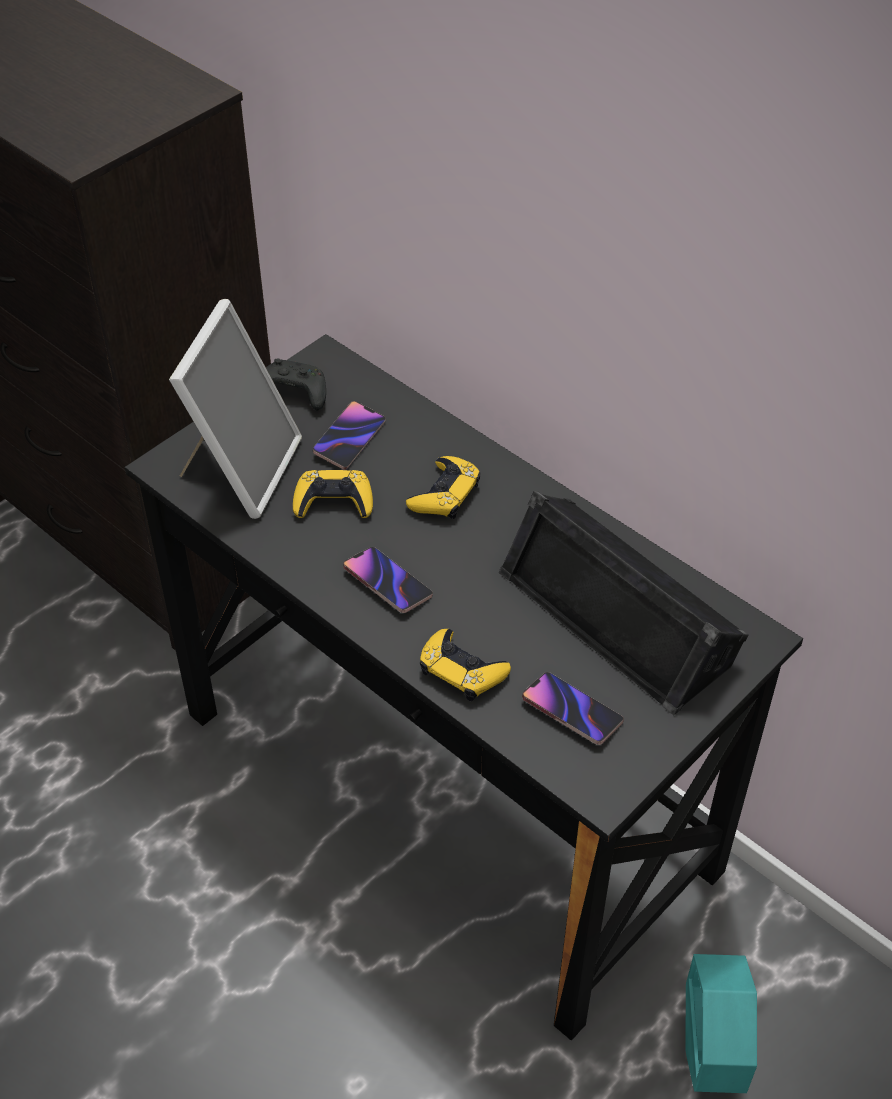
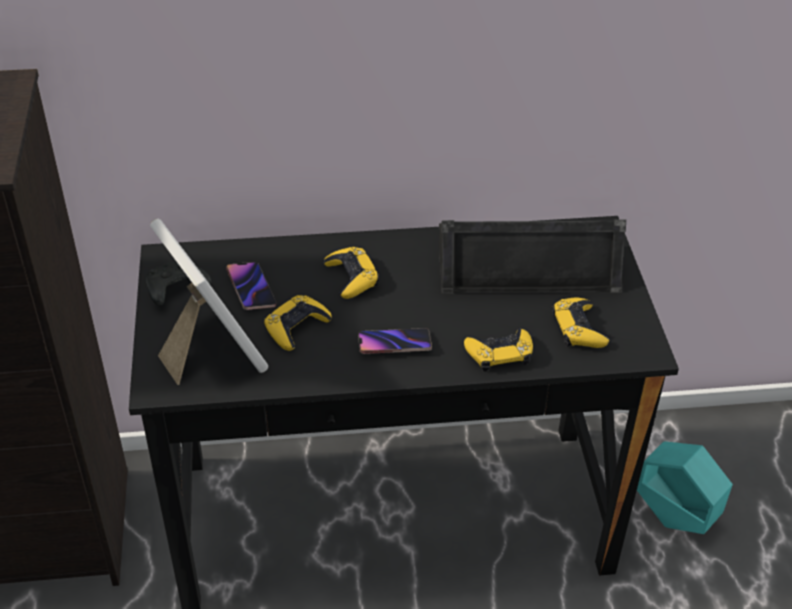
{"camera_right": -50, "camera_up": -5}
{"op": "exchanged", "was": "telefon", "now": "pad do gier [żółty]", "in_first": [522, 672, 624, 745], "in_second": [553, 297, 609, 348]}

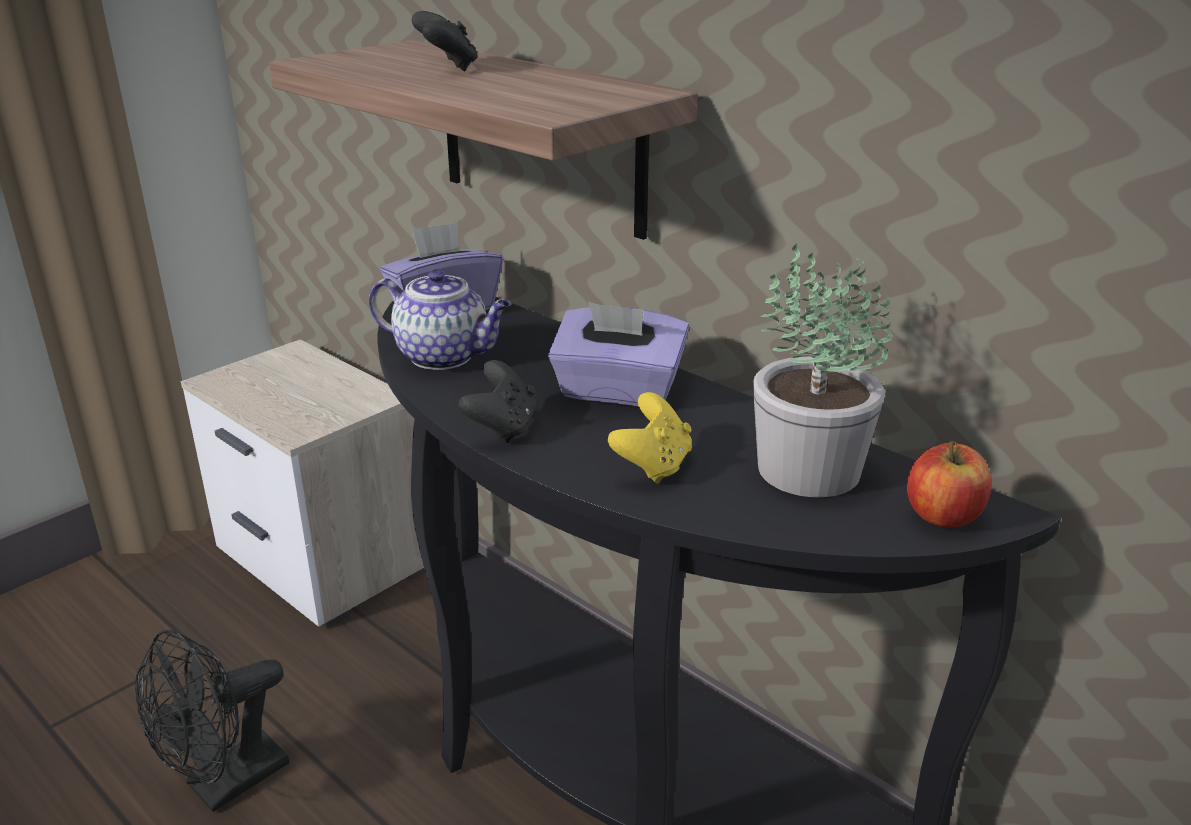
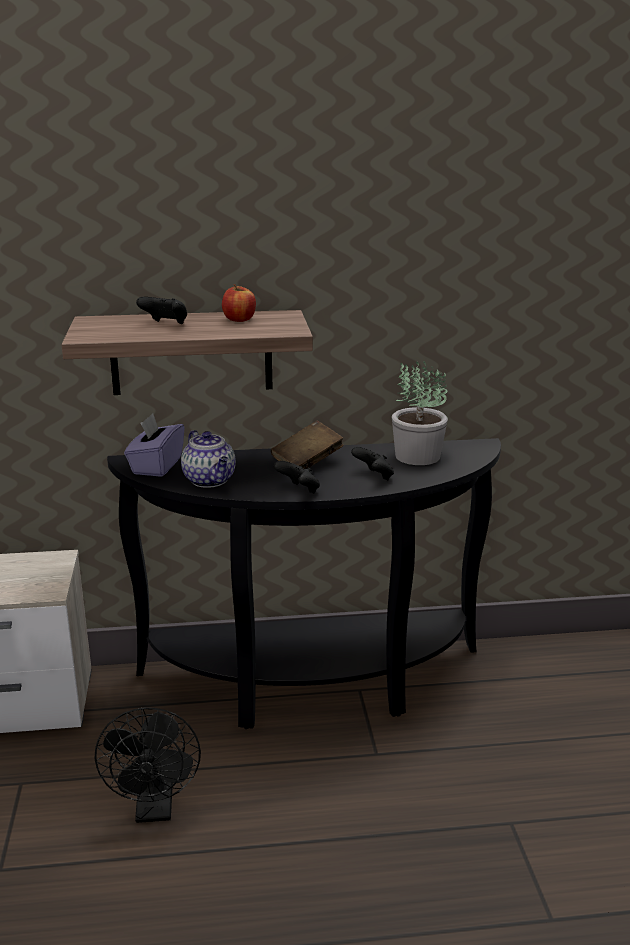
{"camera_right": -50, "camera_up": -5}
{"op": "relocated", "was": "jabłko", "in_first": [907, 441, 991, 527], "in_second": [222, 284, 256, 322]}
{"op": "exchanged", "was": "pudełko chusteczek [fioletowy]", "now": "książka [brązowy]", "in_first": [548, 302, 689, 406], "in_second": [271, 421, 344, 469]}
{"op": "colour", "was": "pad do gier [żółty]", "now": "pad do gier [czarny]", "in_first": [608, 392, 692, 483], "in_second": [351, 447, 394, 480]}
{"op": "spun", "was": "imbryk", "in_first": [369, 269, 511, 370], "in_second": [181, 430, 236, 488], "clockwise": 90}

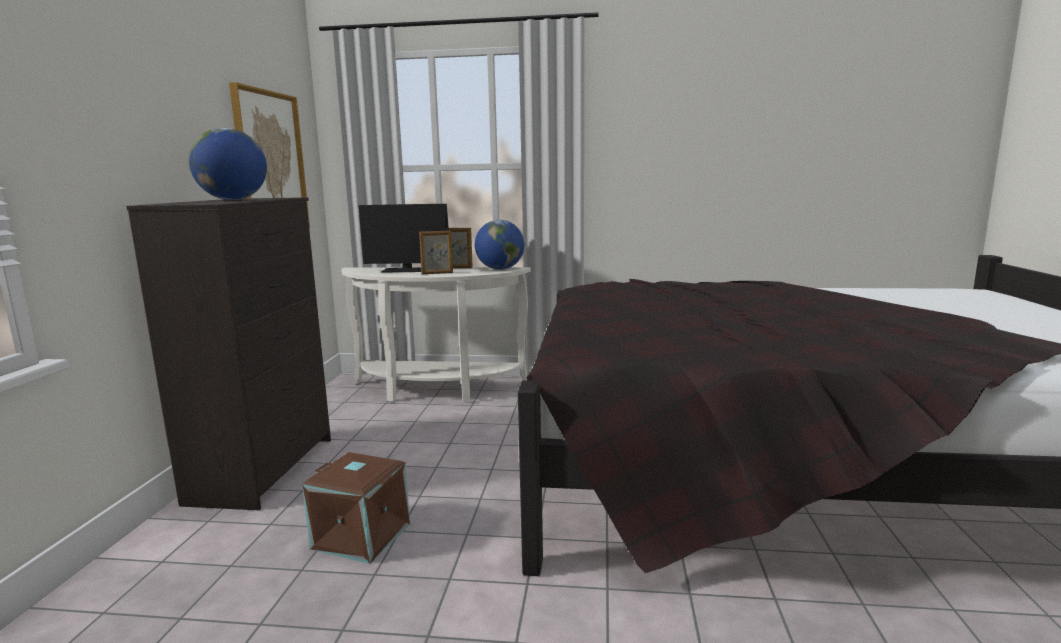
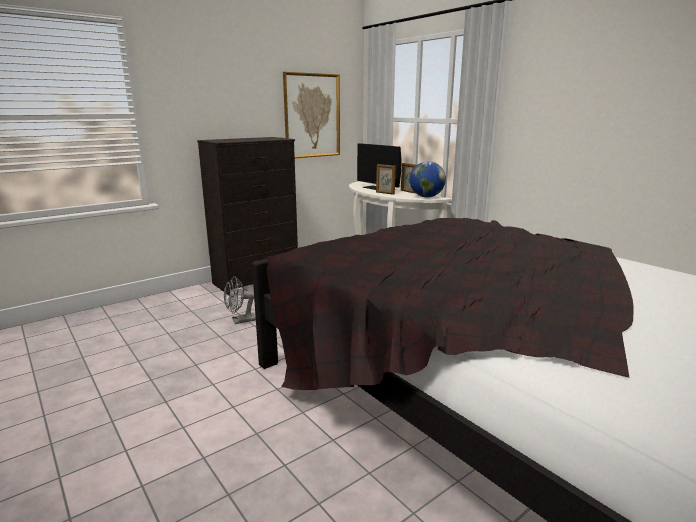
{"camera_right": 45, "camera_up": 5}
{"op": "missing", "was": "globus", "in_first": [189, 128, 267, 200]}
{"op": "exchanged", "was": "pojemnik do przechowywania [brązowy]", "now": "wentylator [szary]", "in_first": [302, 452, 410, 564], "in_second": [224, 276, 256, 324]}

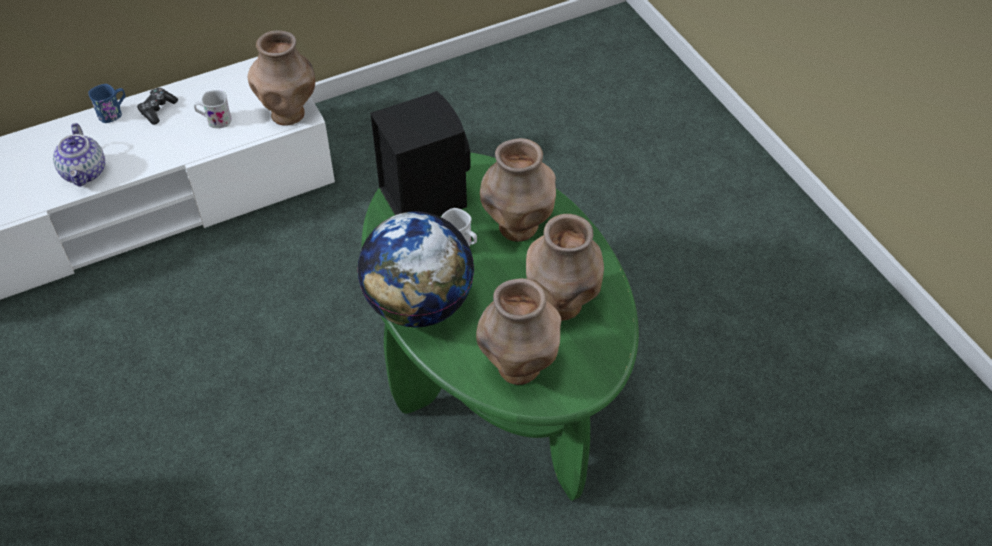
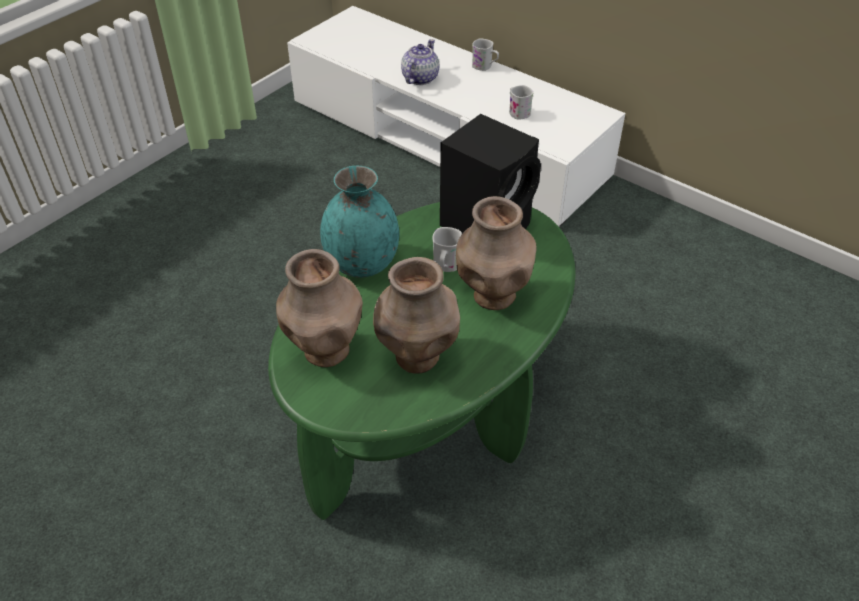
{"camera_right": 65, "camera_up": -5}
{"op": "missing", "was": "pad do gier", "in_first": [137, 88, 178, 125]}
{"op": "missing", "was": "wazon [brązowy]", "in_first": [247, 30, 315, 126]}
{"op": "exchanged", "was": "globus", "now": "wazon [turkusowy]", "in_first": [358, 211, 474, 327], "in_second": [320, 166, 399, 278]}
{"op": "colour", "was": "kubek [niebieski]", "now": "kubek [biały]", "in_first": [88, 84, 126, 123], "in_second": [472, 38, 499, 71]}
{"op": "spun", "was": "imbryk", "in_first": [53, 123, 105, 187], "in_second": [401, 39, 439, 85], "clockwise": 150}

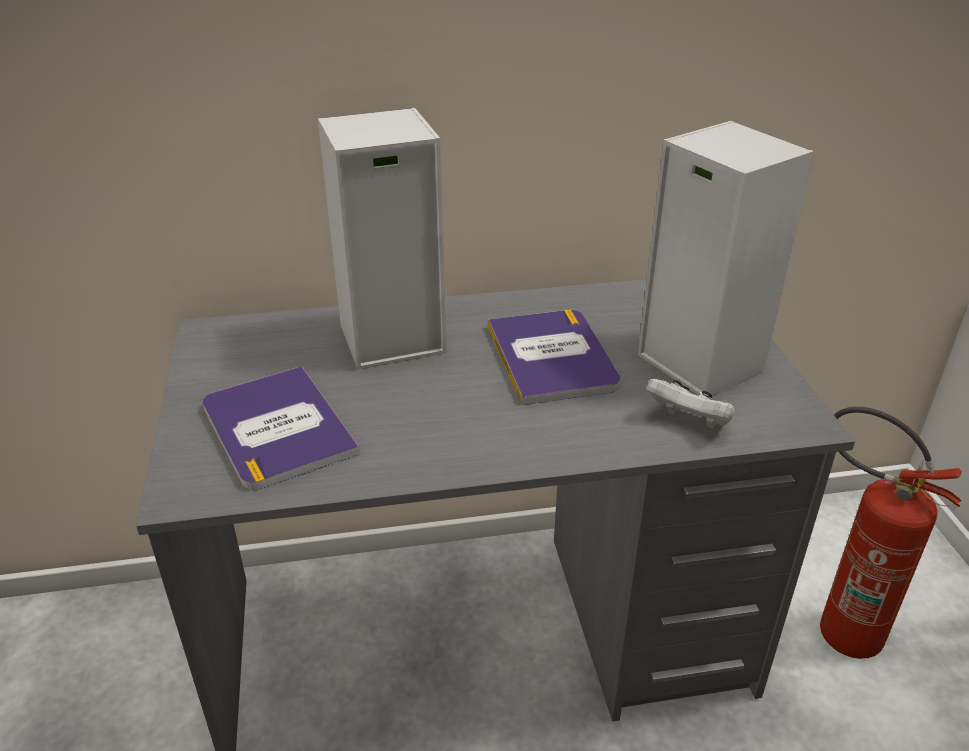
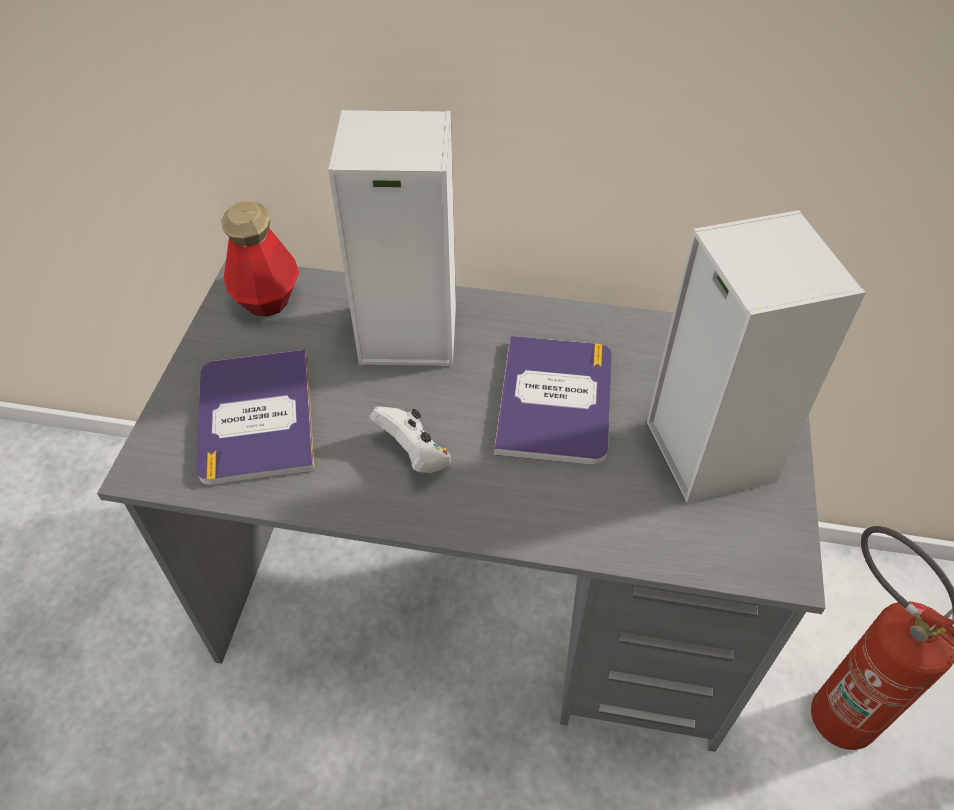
{"camera_right": 20, "camera_up": 15}
{"op": "appeared", "now": "butelka", "in_second": [221, 201, 299, 317]}
{"op": "relocated", "was": "pad do gier [biały]", "in_first": [647, 379, 734, 428], "in_second": [370, 406, 451, 473]}

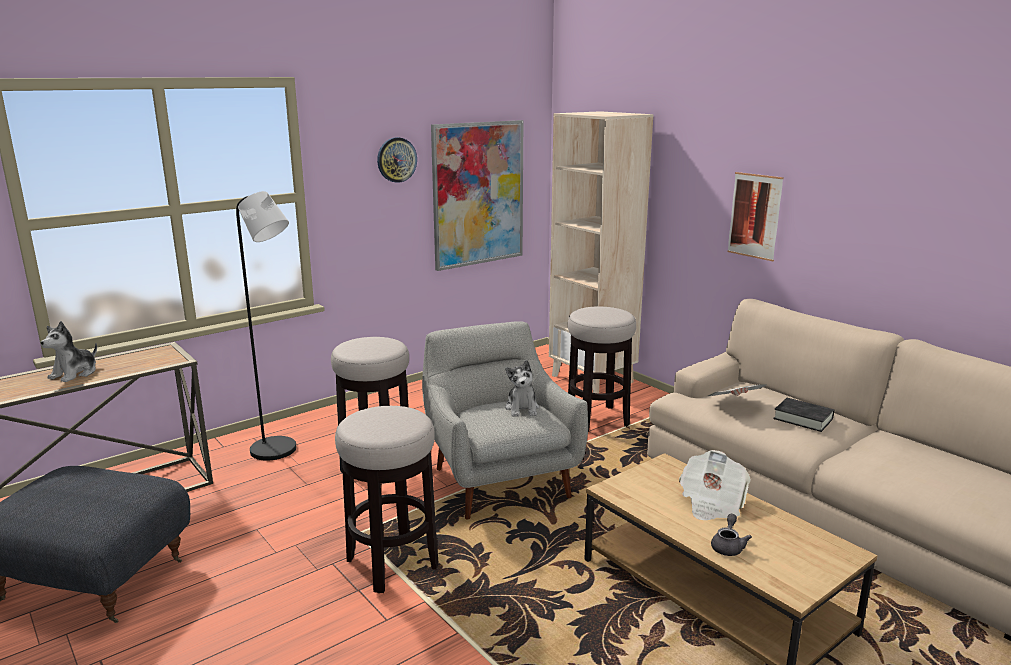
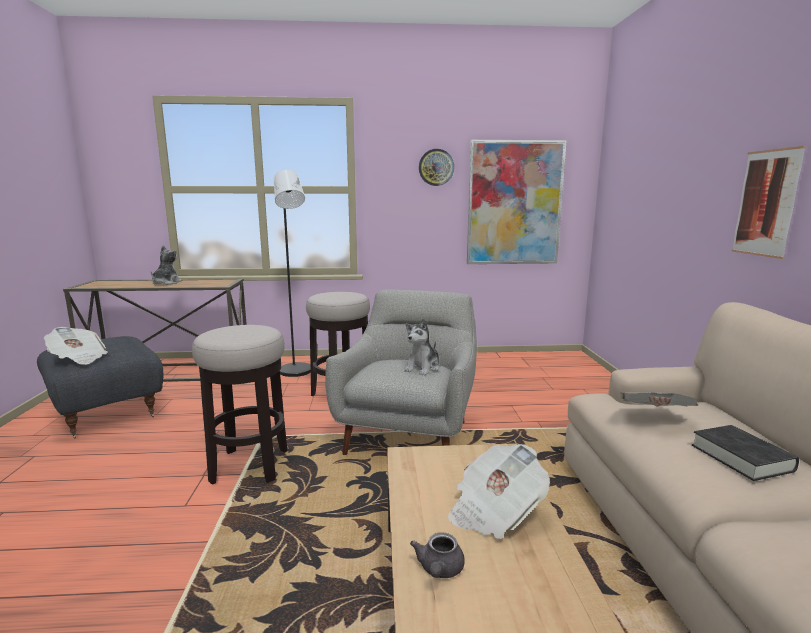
{"camera_right": 35, "camera_up": -5}
{"op": "missing", "was": "regał [beżowy]", "in_first": [549, 111, 653, 393]}
{"op": "missing", "was": "stołek", "in_first": [568, 306, 636, 432]}
{"op": "appeared", "now": "gazeta", "in_second": [44, 327, 108, 365]}
{"op": "spun", "was": "pluszak", "in_first": [40, 321, 97, 382], "in_second": [151, 245, 182, 285], "clockwise": 135}
{"op": "spun", "was": "imbryk [szary]", "in_first": [711, 514, 752, 556], "in_second": [410, 532, 465, 578], "clockwise": 135}

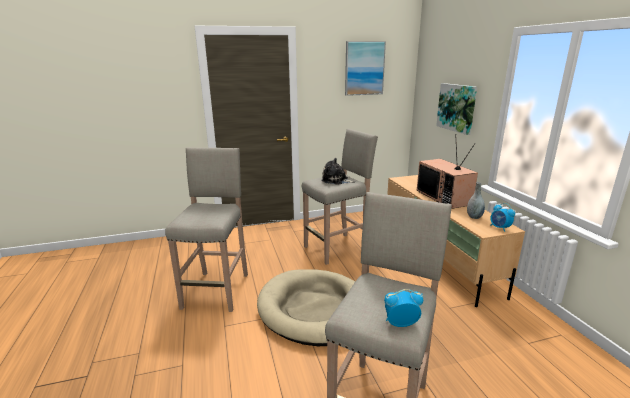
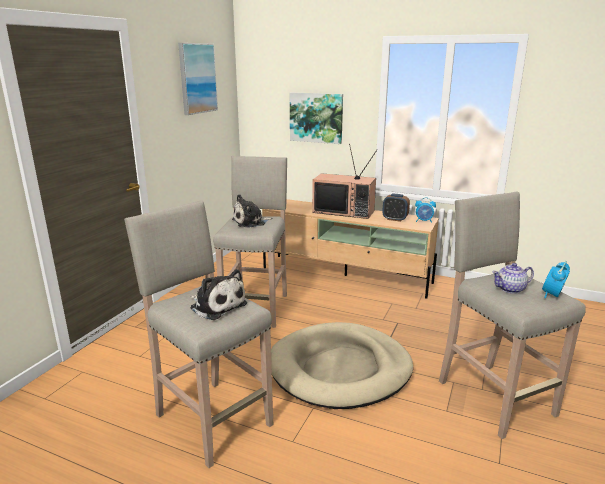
{"camera_right": -50, "camera_up": 0}
{"op": "appeared", "now": "pluszak", "in_second": [190, 269, 247, 320]}
{"op": "appeared", "now": "imbryk", "in_second": [492, 263, 534, 294]}
{"op": "exchanged", "was": "wazon [szary]", "now": "budzik", "in_first": [467, 182, 485, 219], "in_second": [382, 194, 410, 222]}

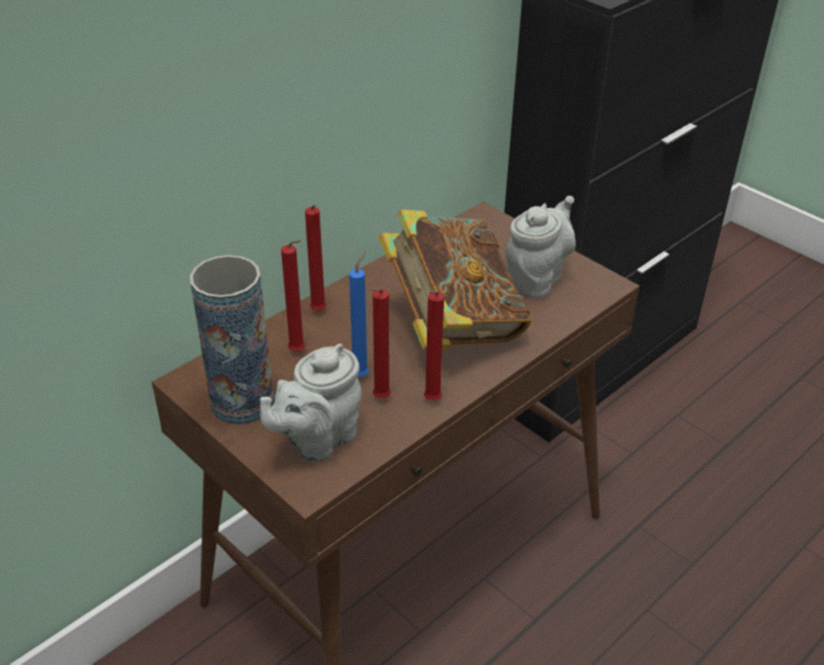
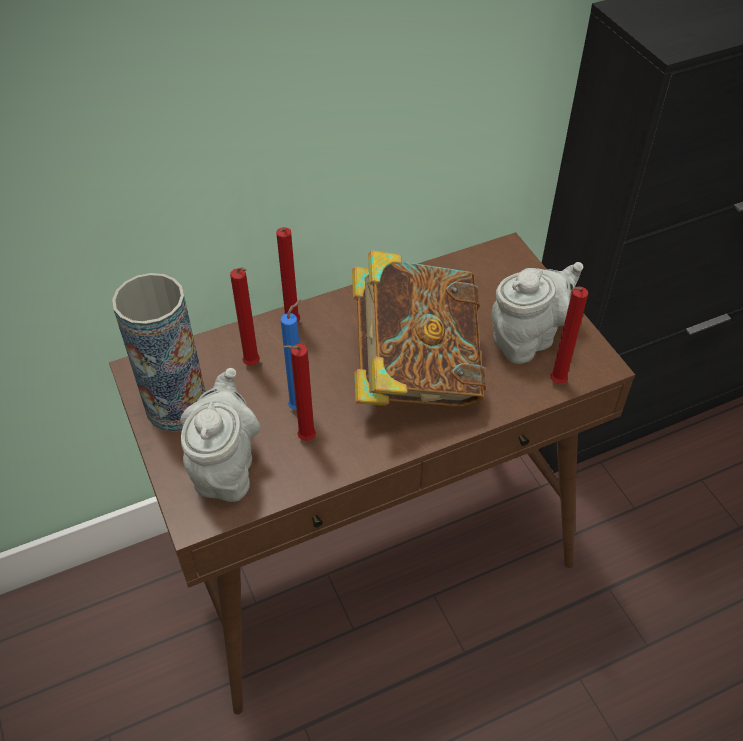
{"camera_right": 20, "camera_up": 10}
{"op": "relocated", "was": "świeca [czerwony]", "in_first": [424, 291, 444, 401], "in_second": [550, 287, 588, 384]}
{"op": "spun", "was": "imbryk [szary]", "in_first": [260, 344, 362, 462], "in_second": [180, 368, 260, 502], "clockwise": 120}

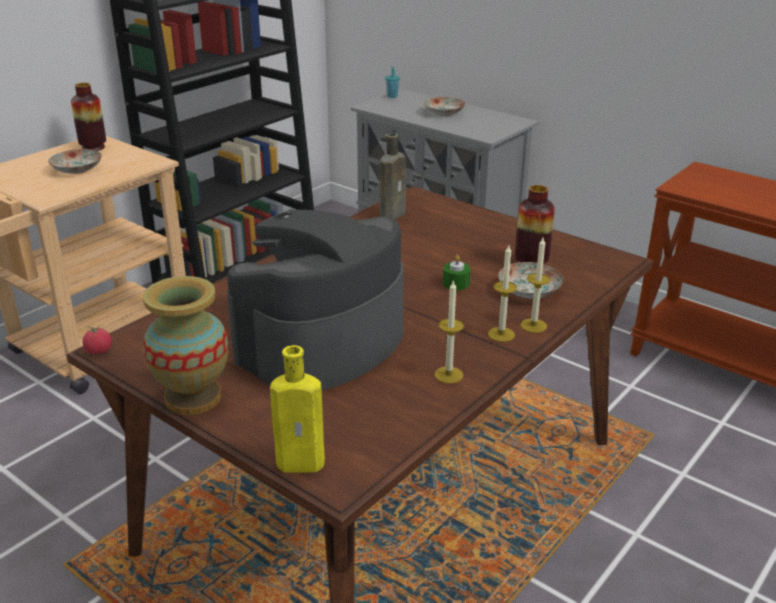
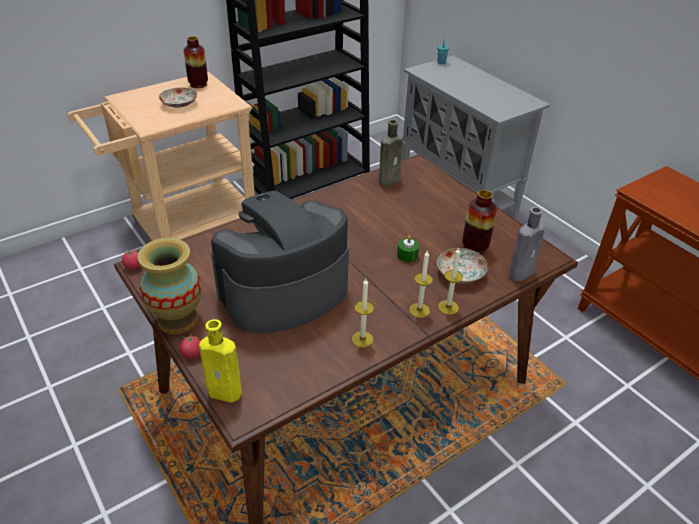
{"camera_right": 15, "camera_up": 10}
{"op": "missing", "was": "talerz", "in_first": [424, 97, 465, 116]}
{"op": "appeared", "now": "pomidor", "in_second": [180, 333, 201, 359]}
{"op": "appeared", "now": "butelka [szary]", "in_second": [509, 207, 544, 281]}

